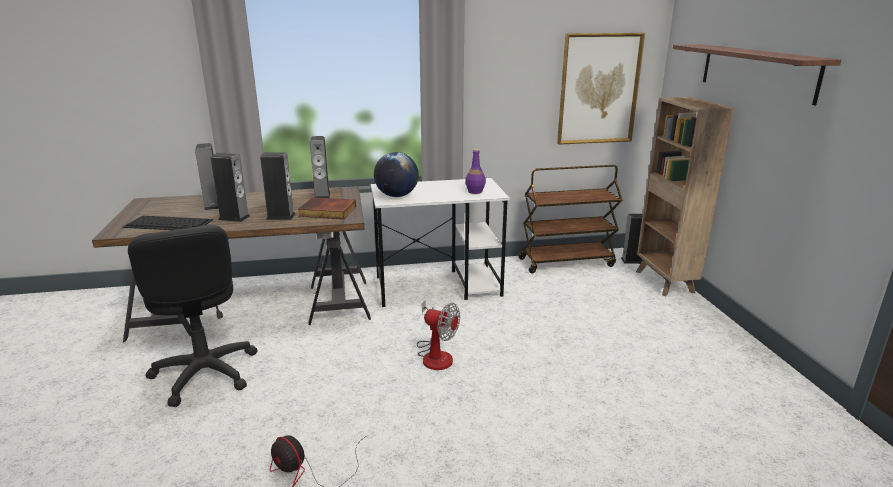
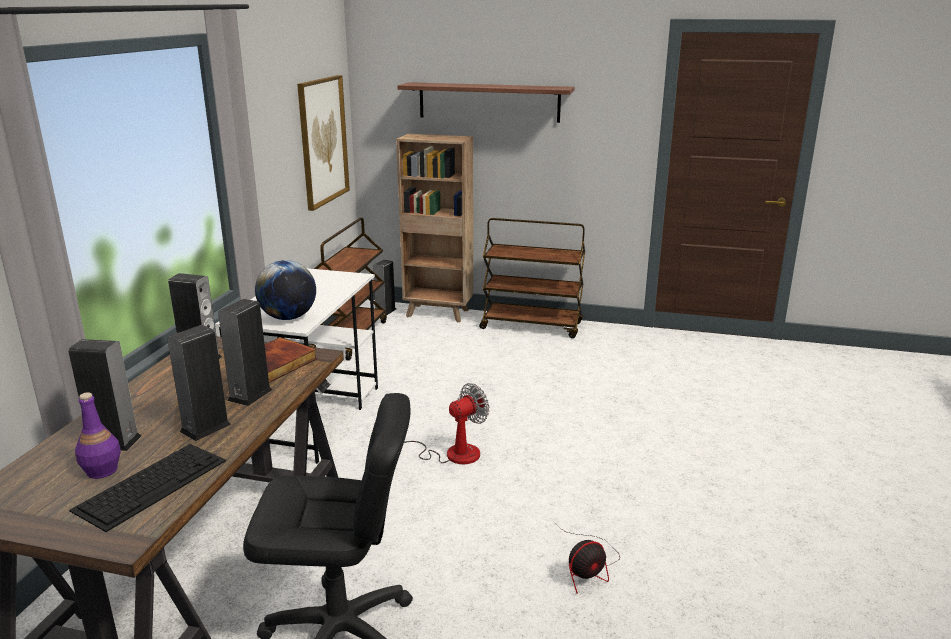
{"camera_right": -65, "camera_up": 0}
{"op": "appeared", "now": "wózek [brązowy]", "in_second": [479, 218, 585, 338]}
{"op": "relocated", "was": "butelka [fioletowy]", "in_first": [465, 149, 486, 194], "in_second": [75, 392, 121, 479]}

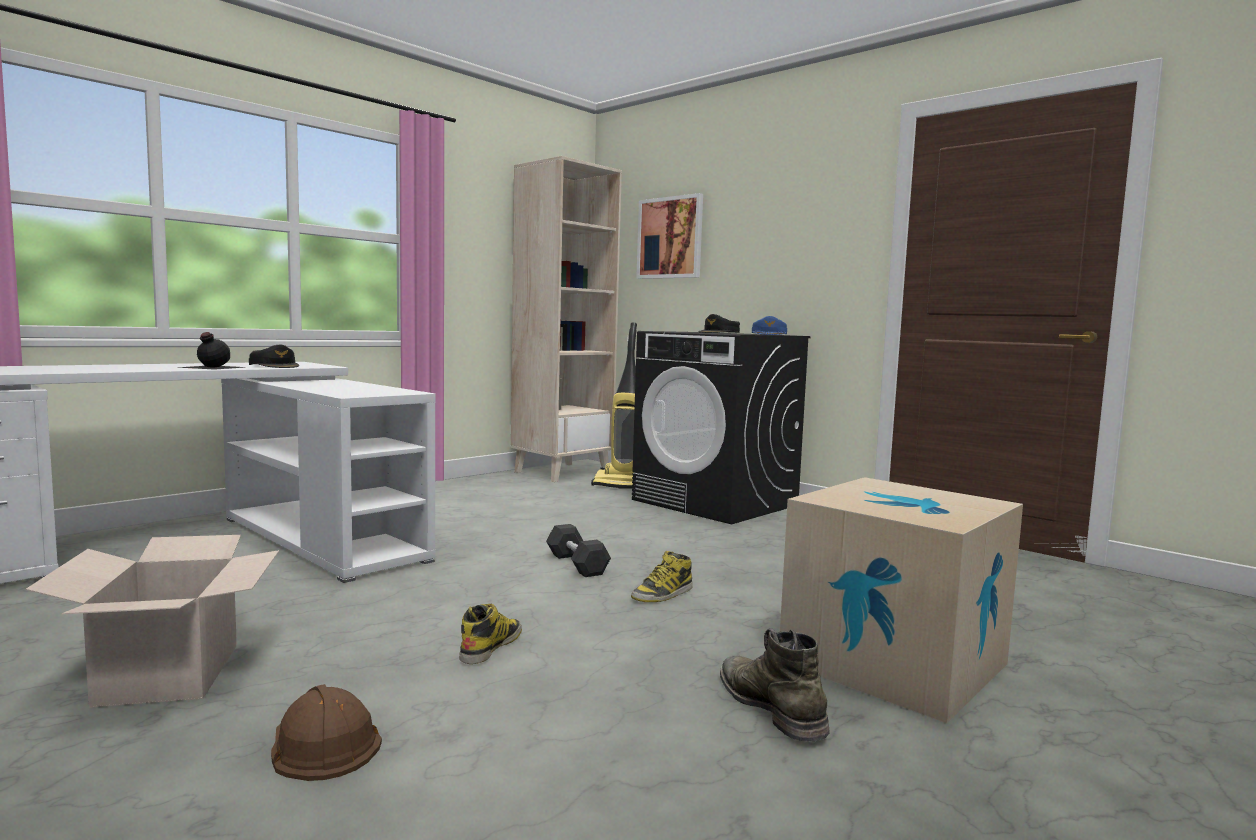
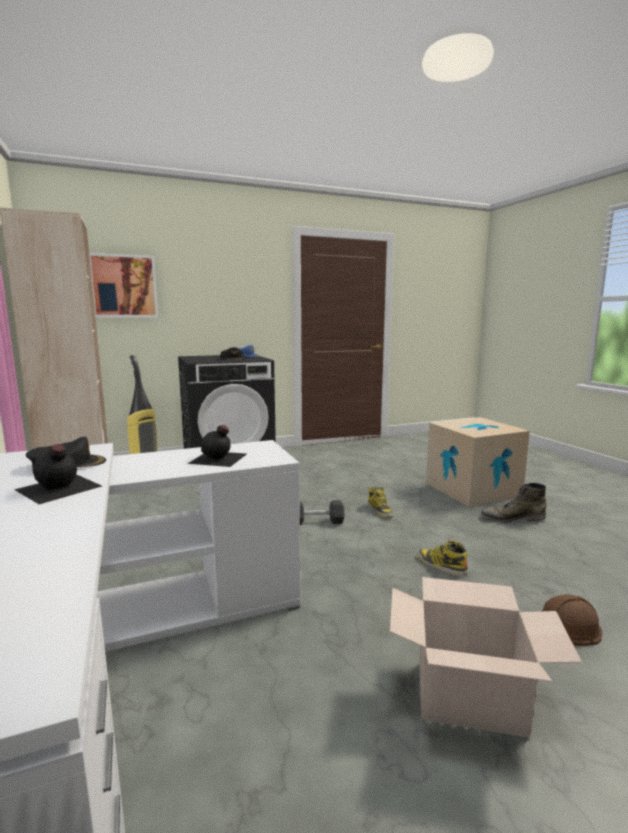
{"camera_right": -65, "camera_up": 5}
{"op": "appeared", "now": "butelka [czarny]", "in_second": [188, 425, 247, 467]}

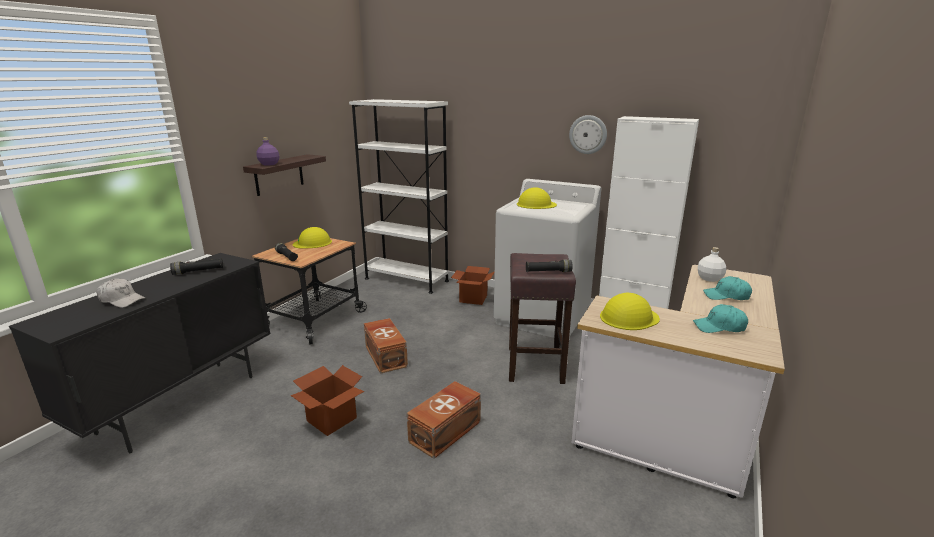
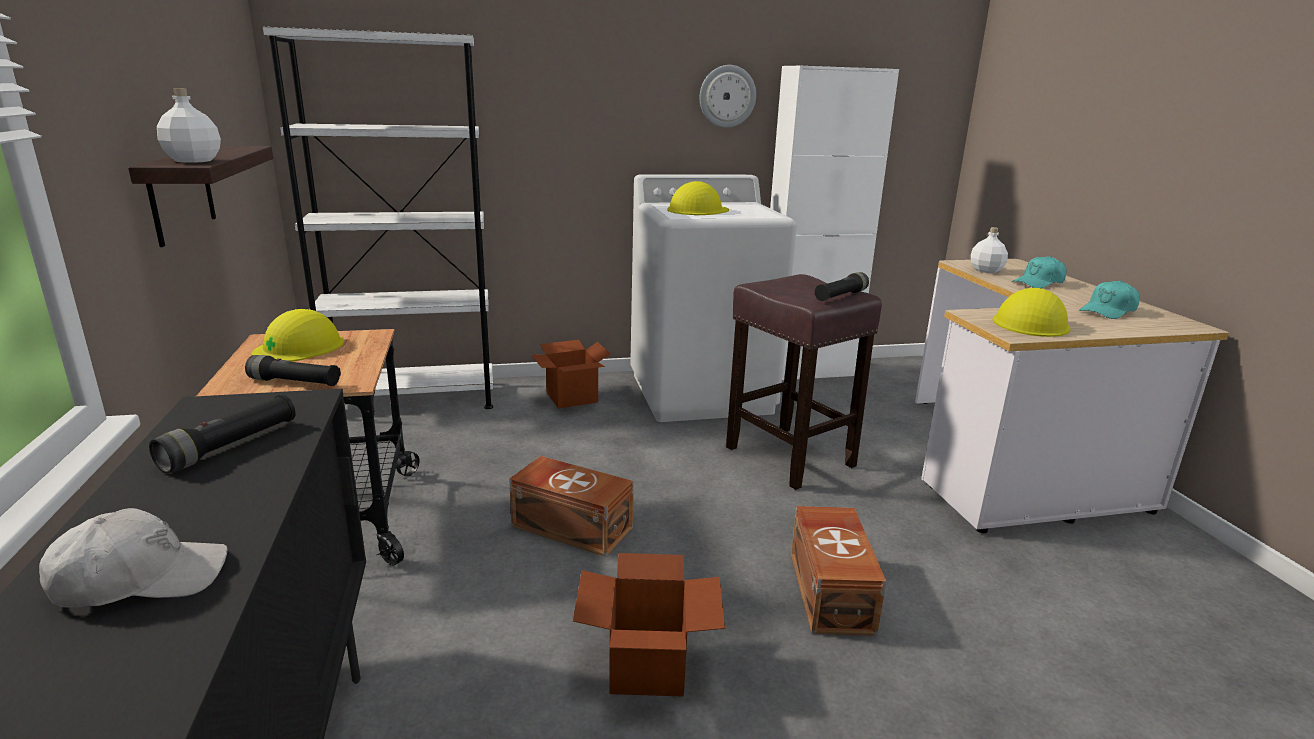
{"camera_right": -40, "camera_up": 0}
{"op": "colour", "was": "butelka [fioletowy]", "now": "butelka [biały]", "in_first": [256, 137, 279, 166], "in_second": [157, 88, 221, 163]}

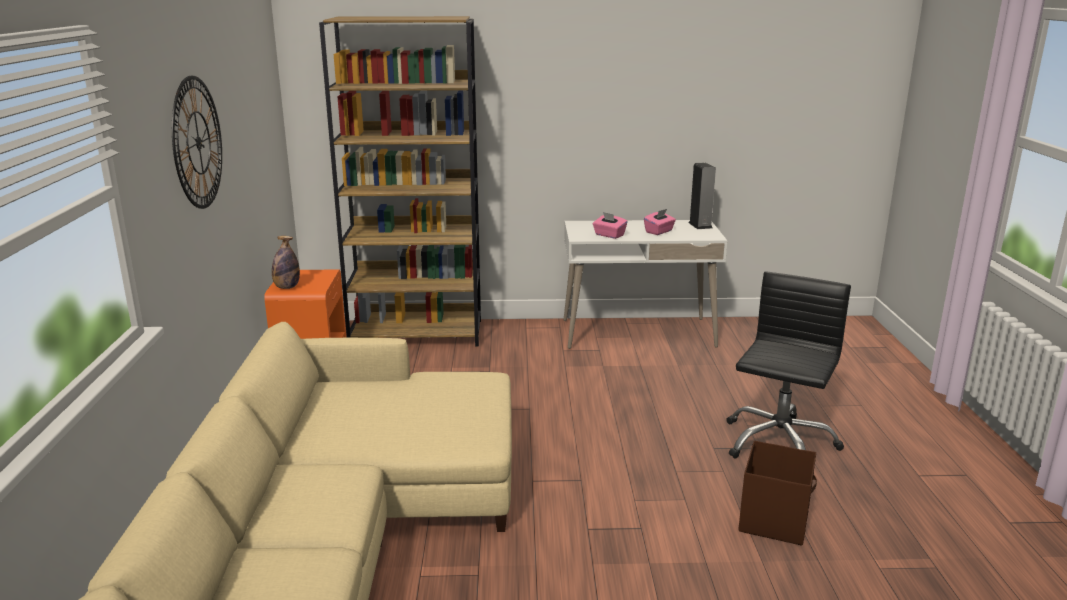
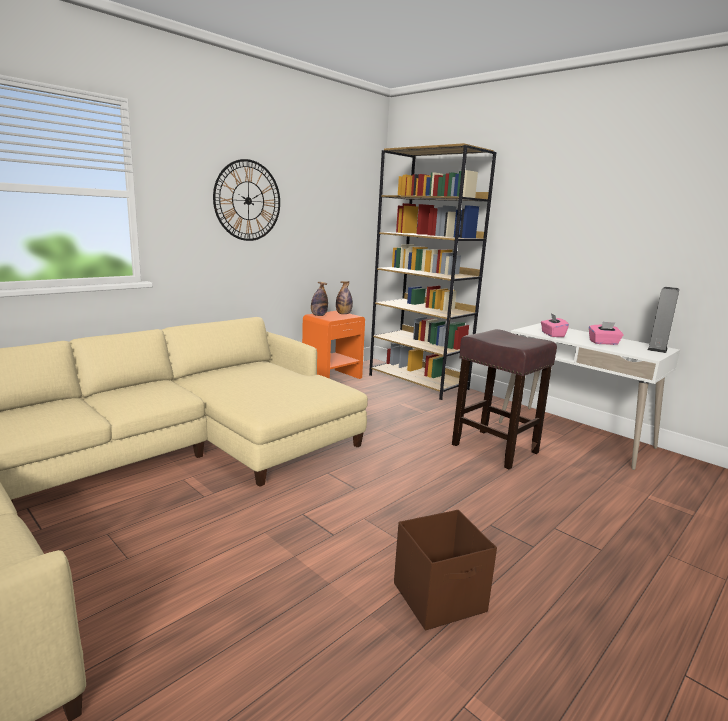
{"camera_right": 45, "camera_up": -5}
{"op": "missing", "was": "krzesło biurowe [czarny]", "in_first": [727, 271, 851, 459]}
{"op": "appeared", "now": "butelka", "in_second": [336, 281, 353, 314]}
{"op": "appeared", "now": "stołek [brązowy]", "in_second": [452, 329, 557, 469]}

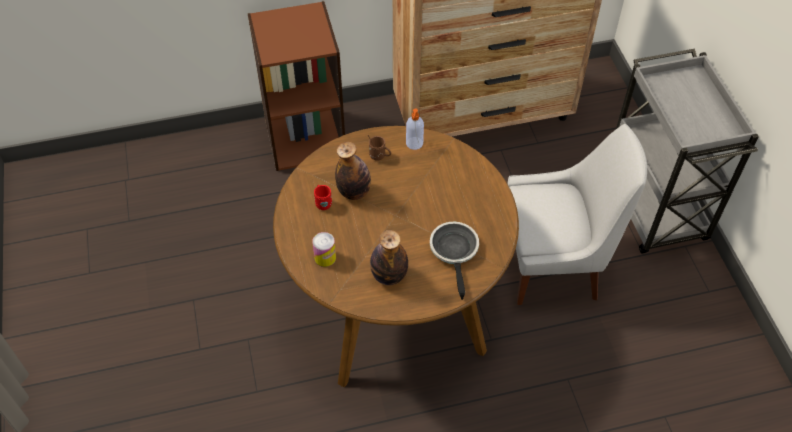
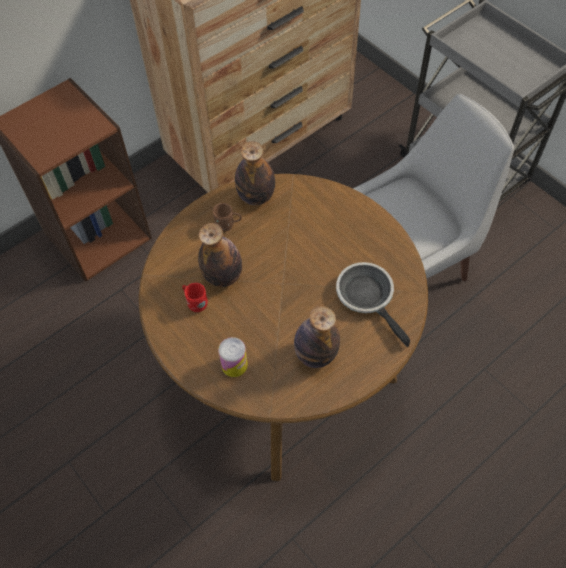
{"camera_right": -25, "camera_up": 5}
{"op": "exchanged", "was": "dozownik mydła", "now": "butelka", "in_first": [406, 109, 424, 150], "in_second": [235, 141, 275, 205]}

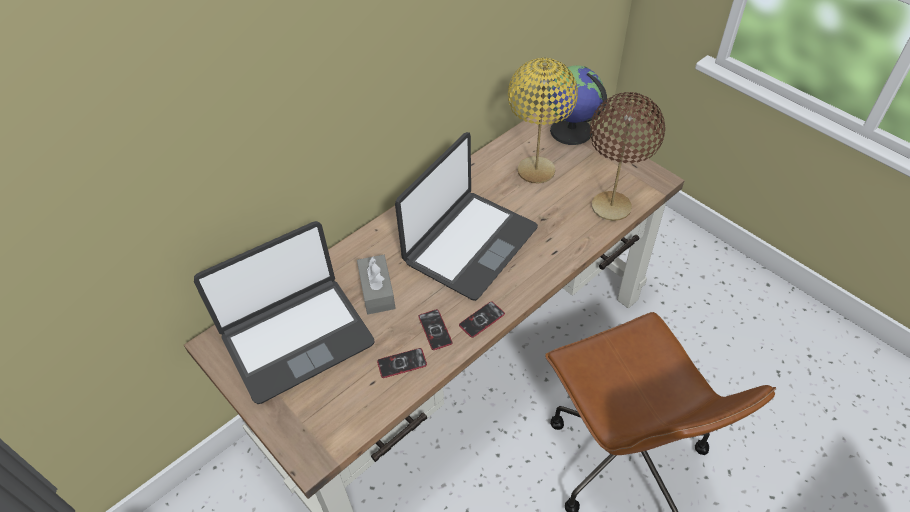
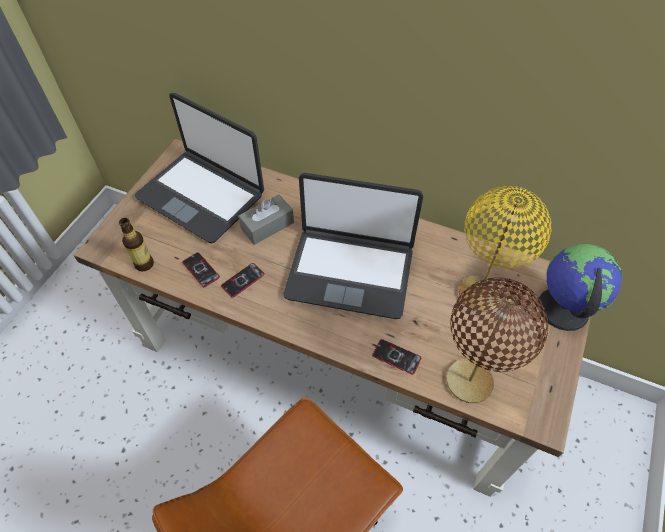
{"camera_right": 65, "camera_up": 5}
{"op": "appeared", "now": "butelka", "in_second": [119, 218, 154, 271]}
{"op": "relocated", "was": "telefon", "in_first": [459, 301, 505, 338], "in_second": [372, 339, 421, 375]}

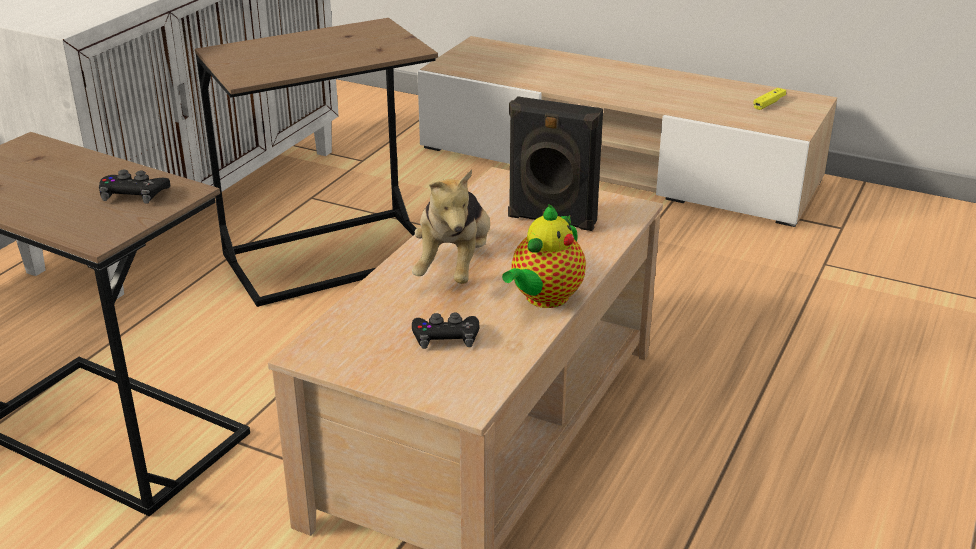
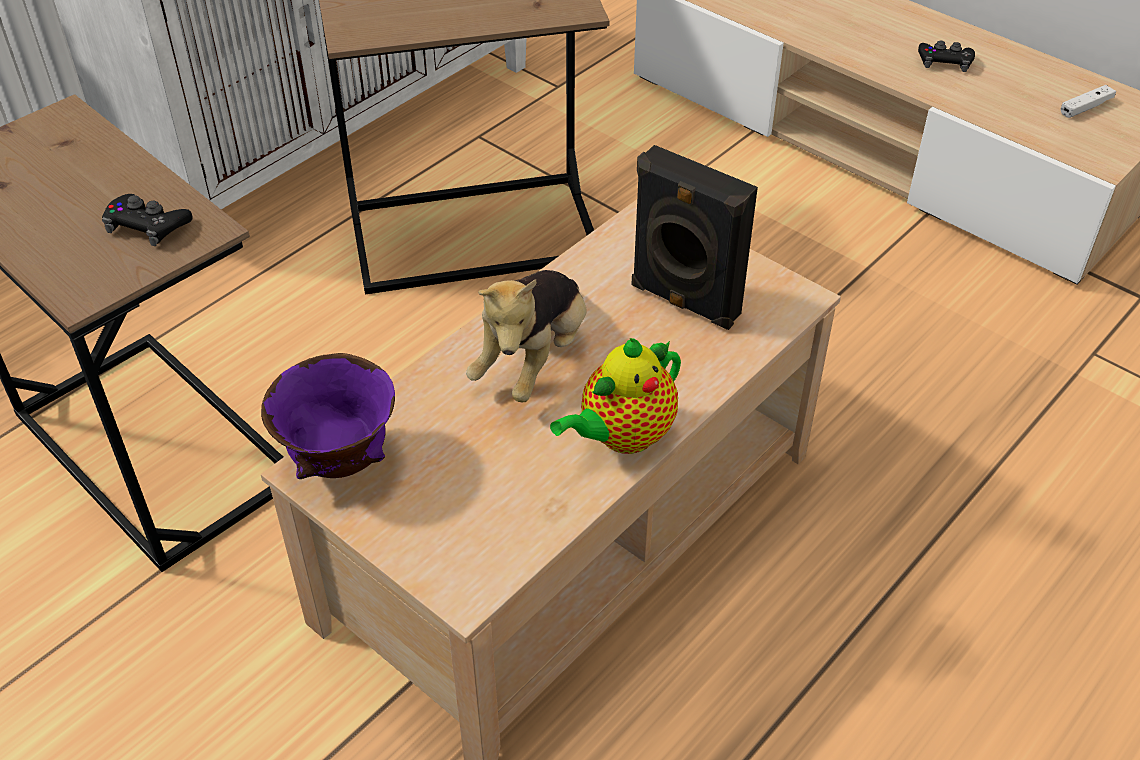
{"camera_right": 15, "camera_up": 15}
{"op": "appeared", "now": "miska [fioletowy]", "in_second": [261, 353, 395, 479]}
{"op": "relocated", "was": "pad do gier [czarny]", "in_first": [412, 313, 479, 349], "in_second": [918, 41, 975, 72]}
{"op": "colour", "was": "pad do gier [żółty]", "now": "pad do gier [biały]", "in_first": [753, 88, 786, 110], "in_second": [1060, 85, 1116, 118]}

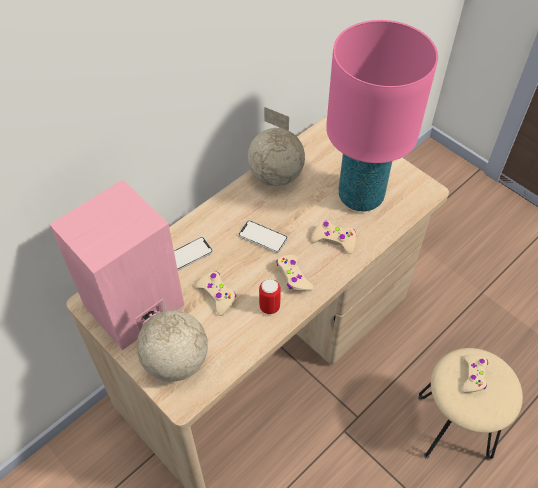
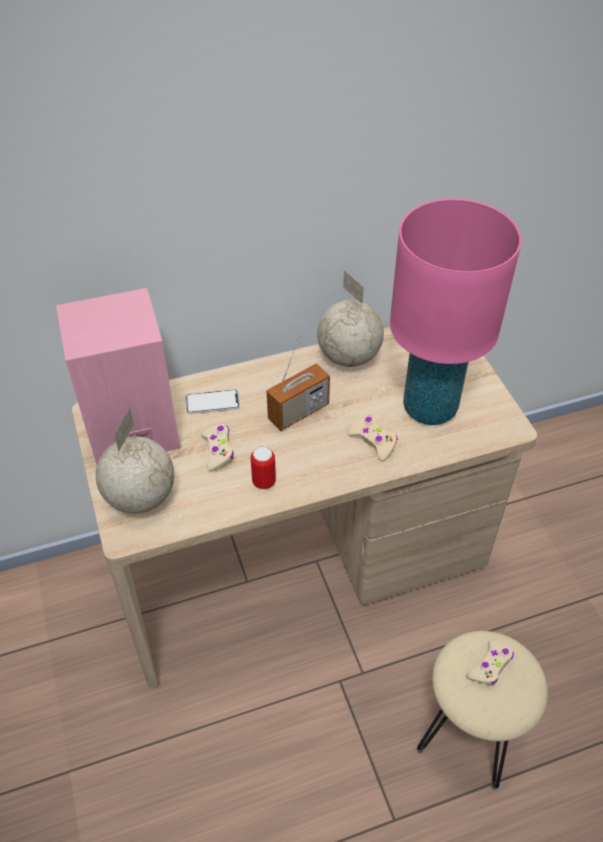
{"camera_right": 25, "camera_up": -5}
{"op": "missing", "was": "pad do gier [beżowy]", "in_first": [277, 254, 314, 291]}
{"op": "exchanged", "was": "telefon", "now": "radio", "in_first": [238, 220, 288, 253], "in_second": [267, 335, 330, 431]}

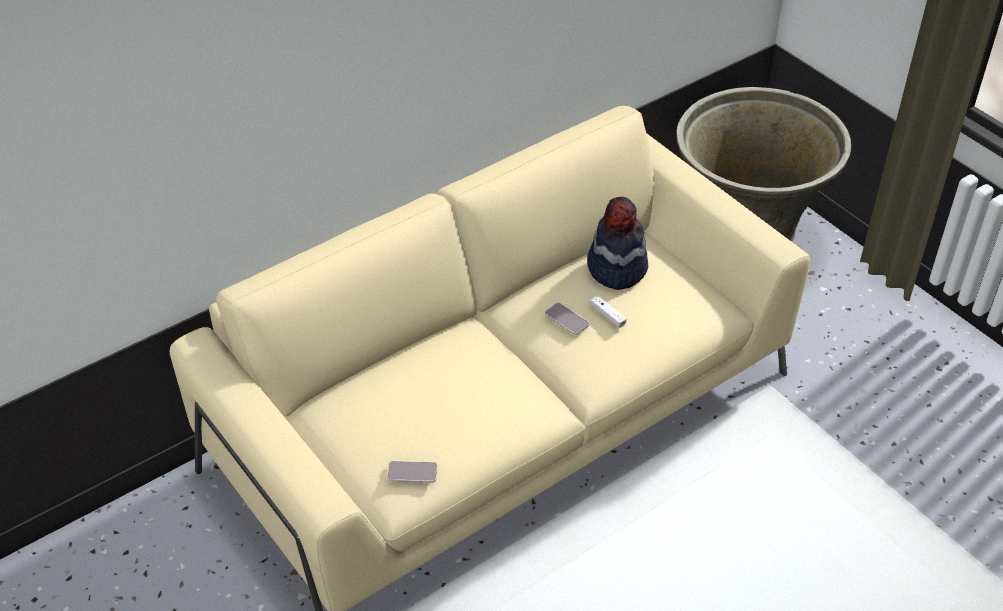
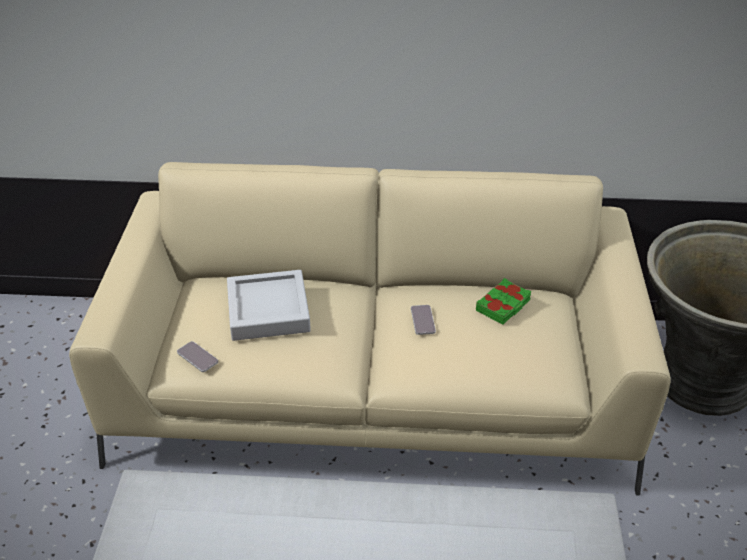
{"camera_right": 40, "camera_up": -5}
{"op": "missing", "was": "pad do gier [biały]", "in_first": [589, 295, 627, 328]}
{"op": "appeared", "now": "taca [szary]", "in_second": [227, 270, 311, 341]}
{"op": "exchanged", "was": "kapelusz", "now": "książka [zielony]", "in_first": [587, 197, 648, 290], "in_second": [476, 278, 532, 325]}

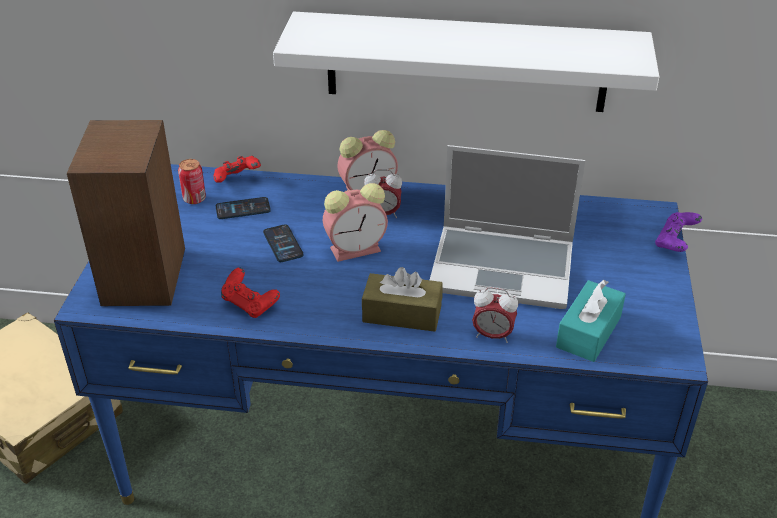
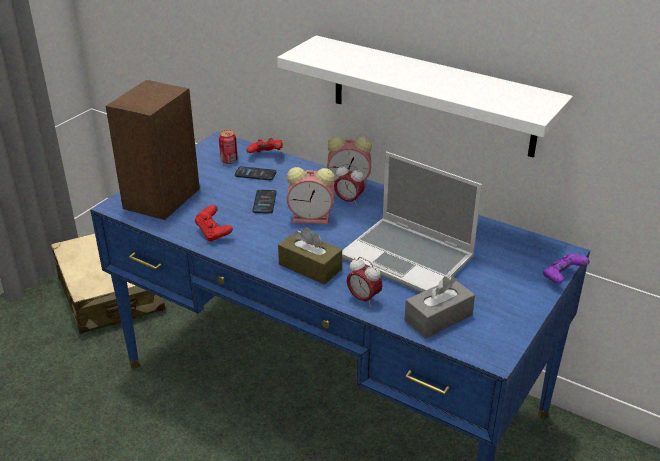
{"camera_right": 25, "camera_up": -5}
{"op": "colour", "was": "pudełko chusteczek [turkusowy]", "now": "pudełko chusteczek [szary]", "in_first": [556, 280, 626, 362], "in_second": [404, 276, 475, 339]}

